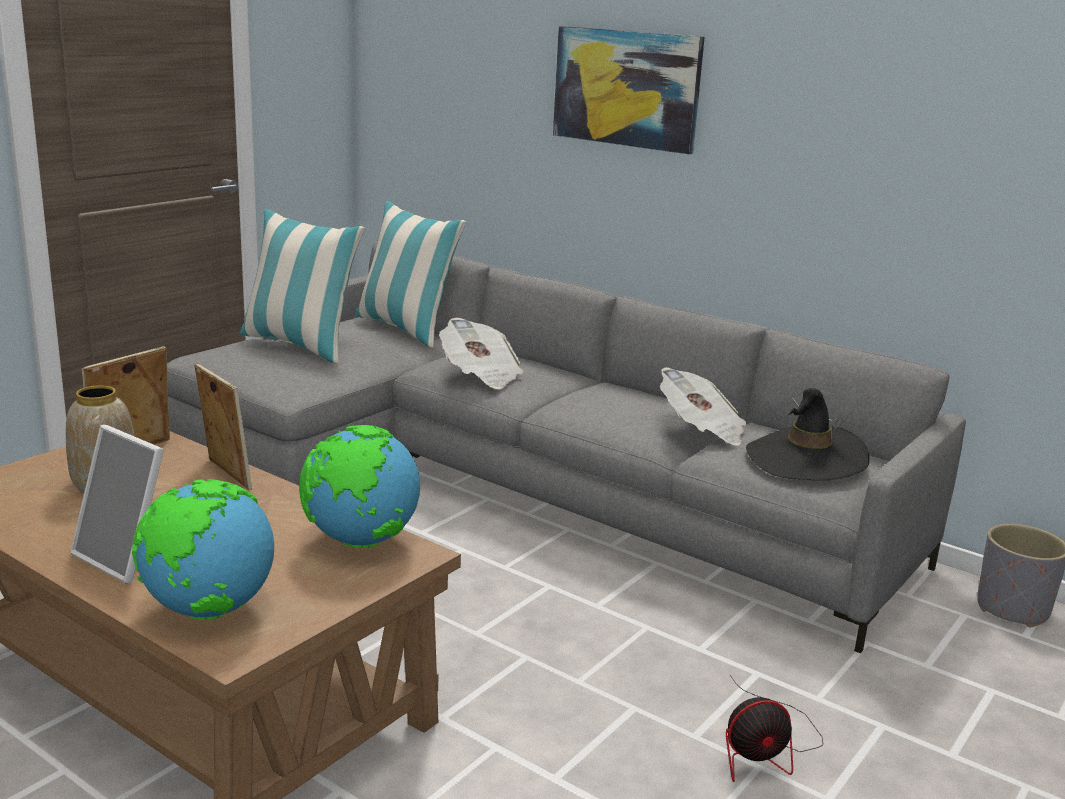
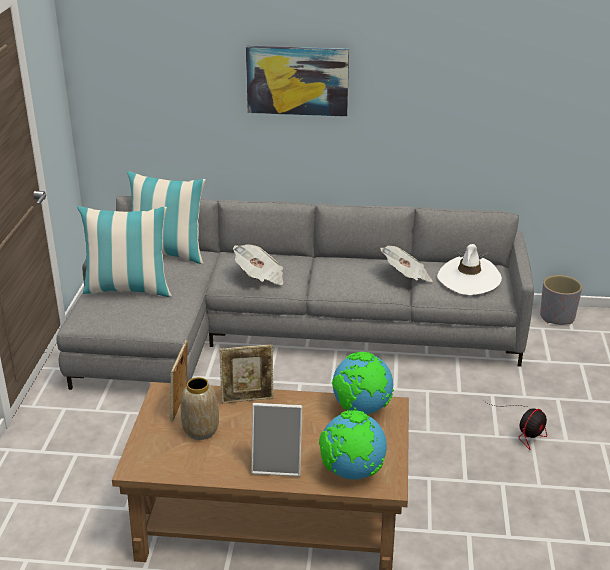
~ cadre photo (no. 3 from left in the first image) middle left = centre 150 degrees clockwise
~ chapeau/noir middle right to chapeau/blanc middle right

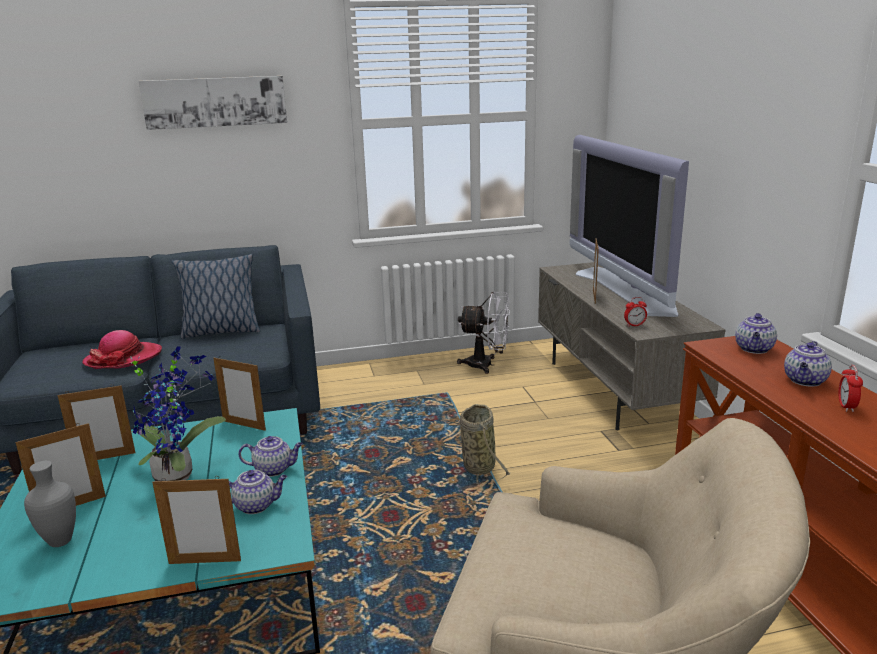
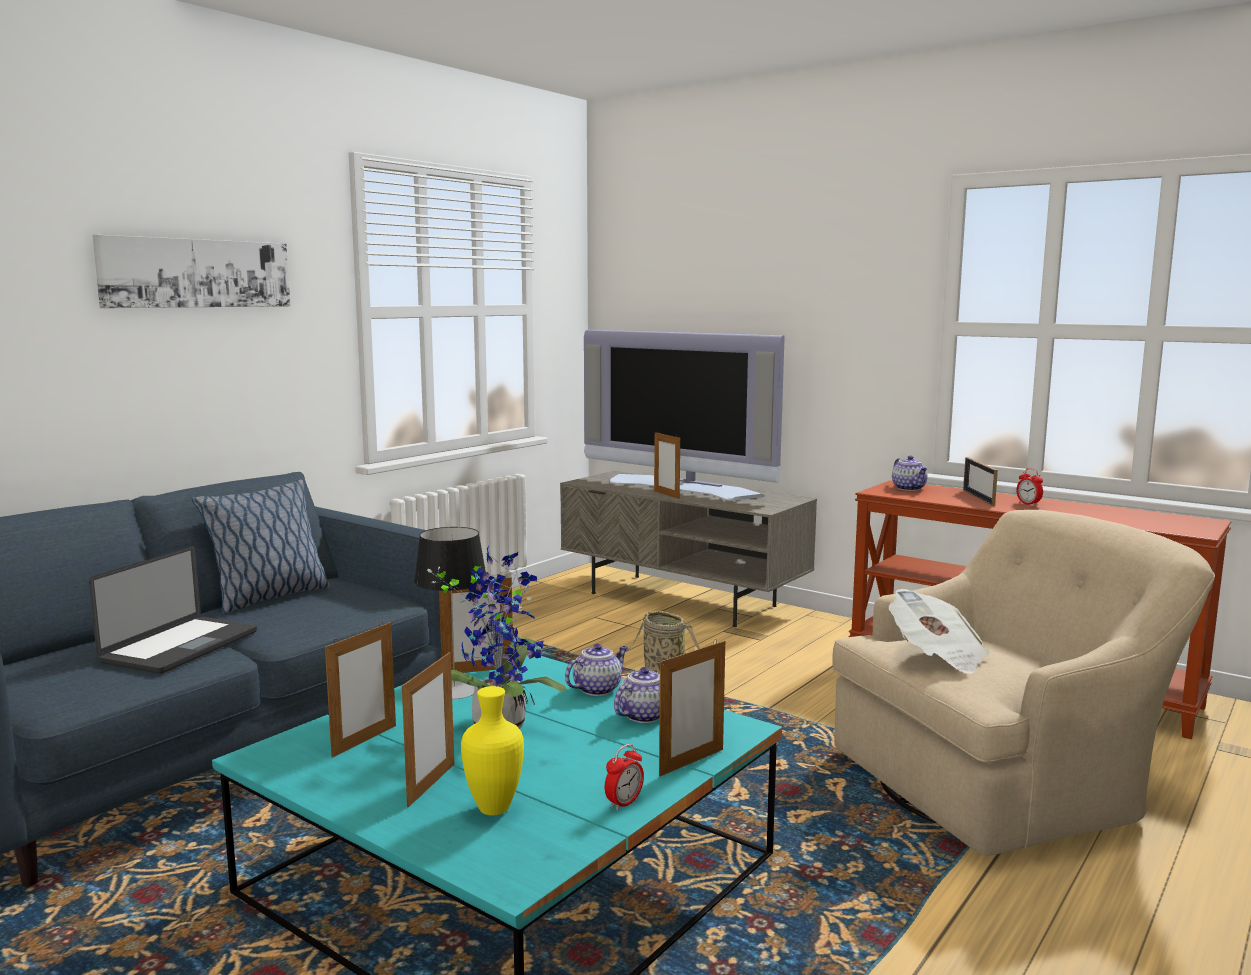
~ chapeau middle left to ordinateur portable middle left
+ lampe de table centre
~ vase/gris bottom left to vase/jaune bottom centre
~ réveil (no. 1 from left) middle right to bottom centre
+ journal middle right
~ théière (no. 4 from left) middle right to cadre photo (no. 6 from left) middle right
- ventilateur/blanc centre

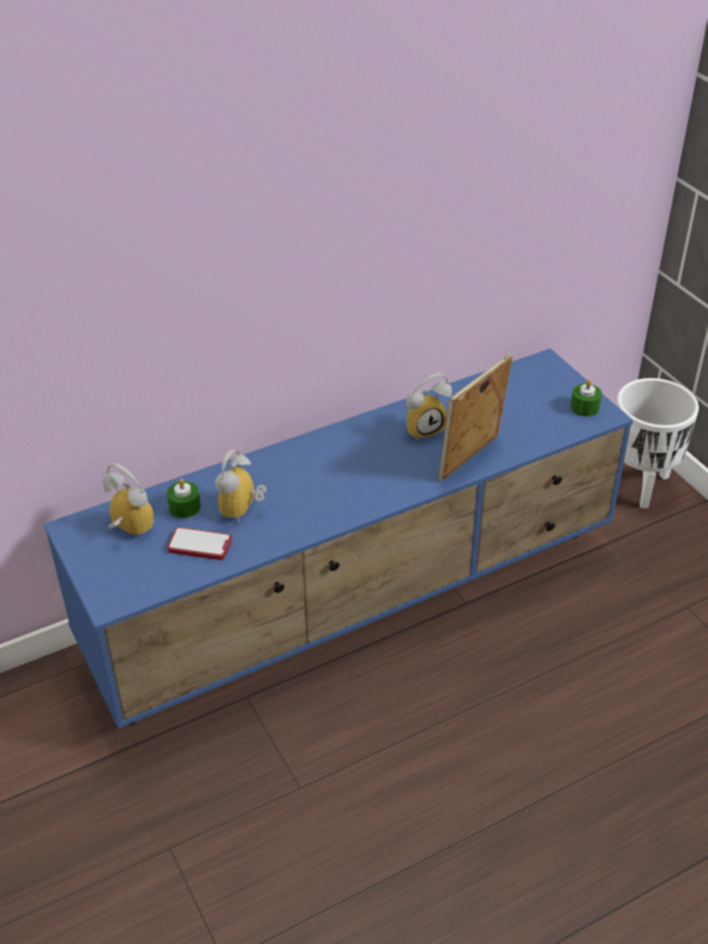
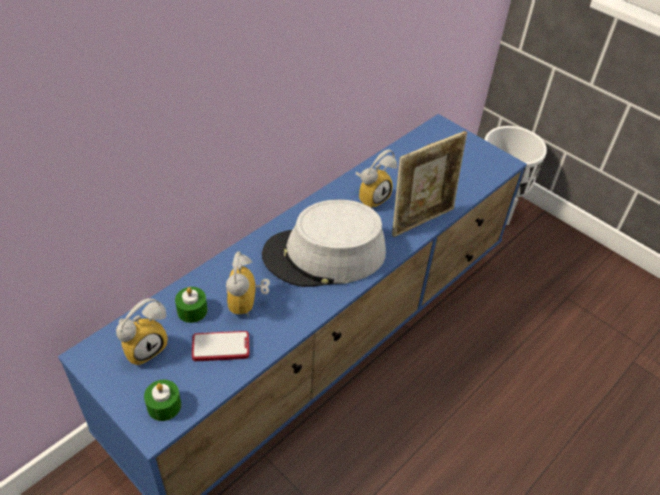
~ réveil (no. 1 from left) middle left = bottom left 120 degrees clockwise
~ bougie/vert (no. 2 from left in the first image) middle right to bougie/vert (no. 1 from left) bottom left
+ chapeau/gris centre
~ cadre photo middle right = centre 150 degrees counterclockwise

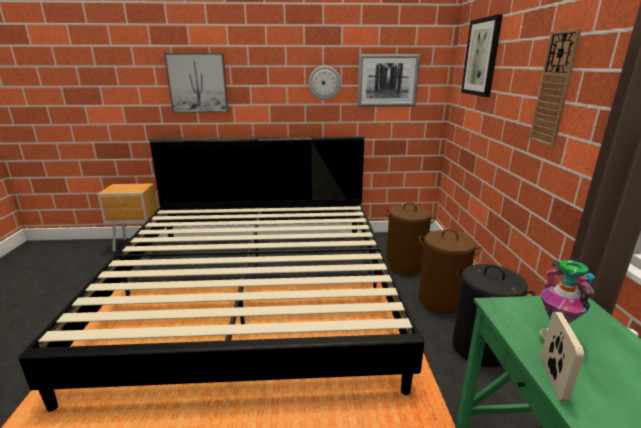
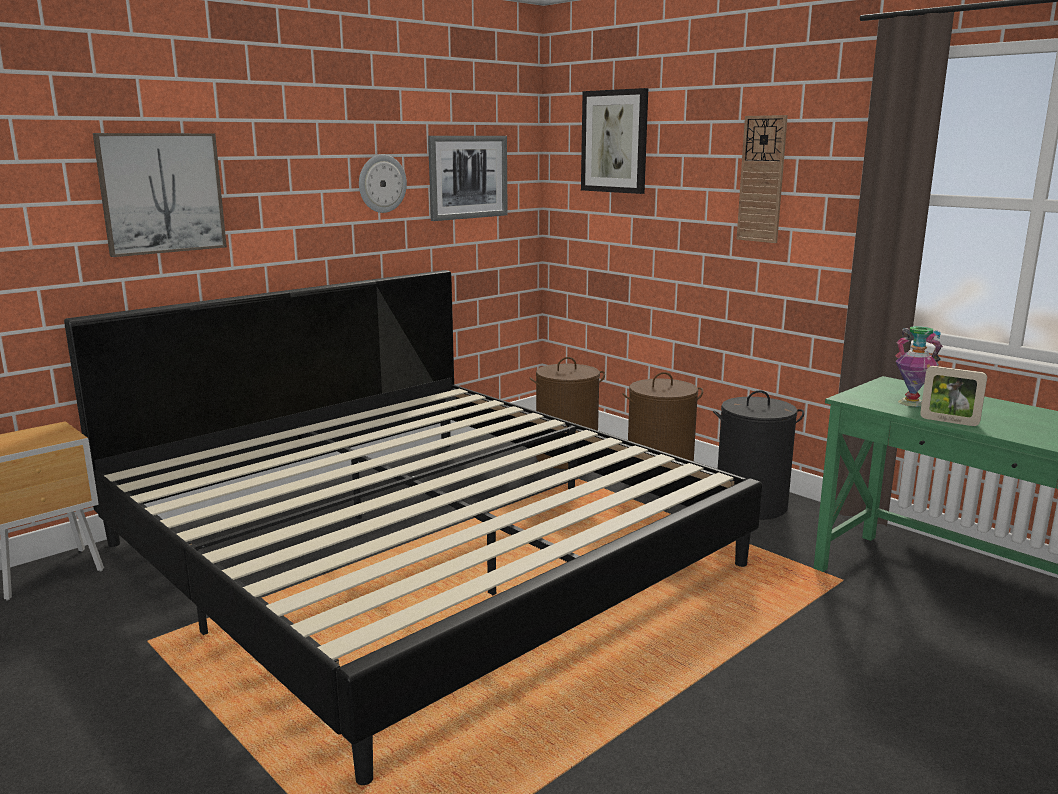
~ cadre photo bottom right = middle right 150 degrees clockwise

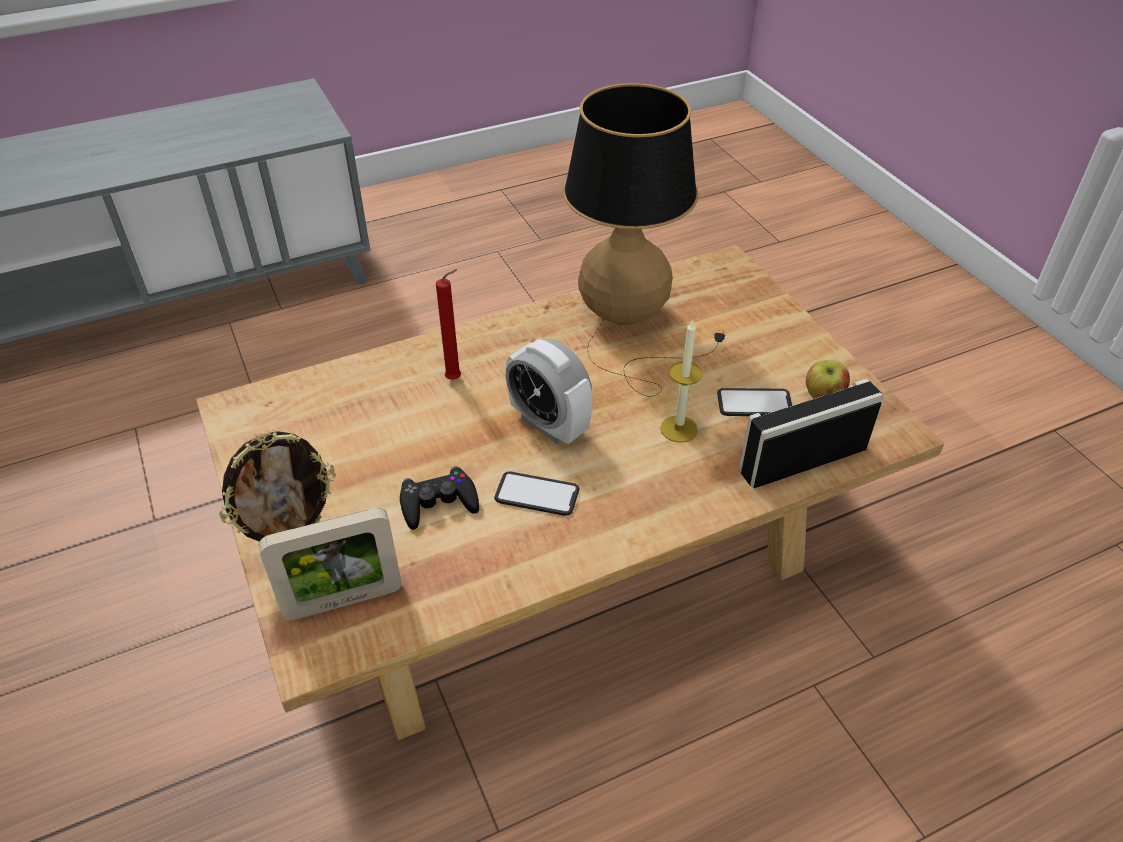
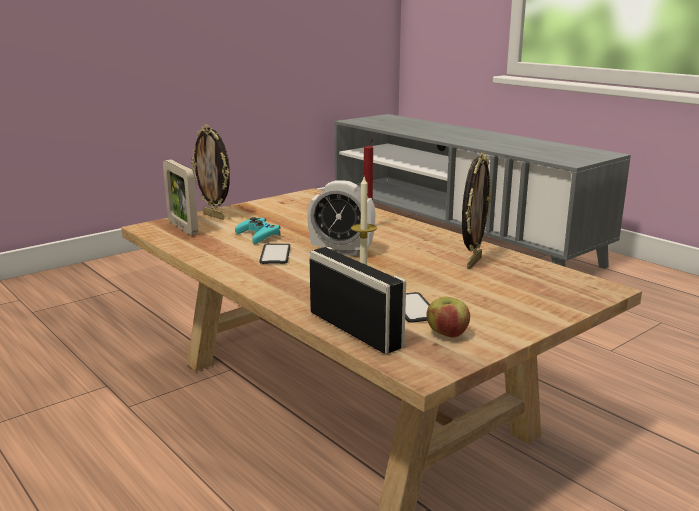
~ manette/noir centre to manette/turquoise centre
~ réveil centre = centre 105 degrees counterclockwise
~ lampe de table top centre to cadre photo (no. 3 from left) middle right

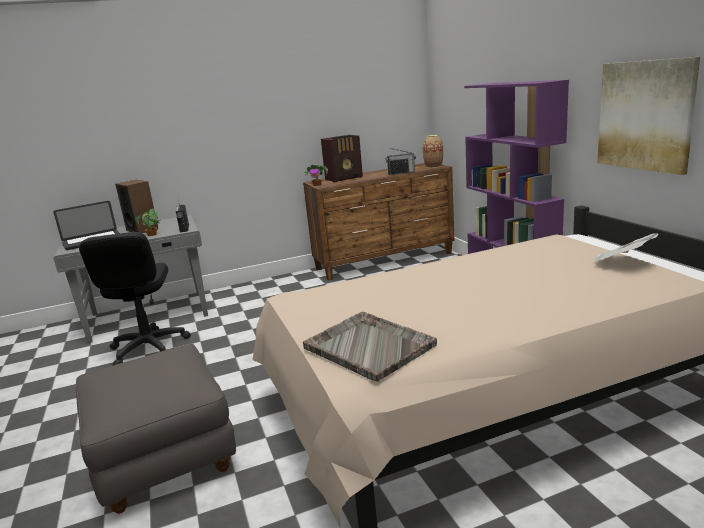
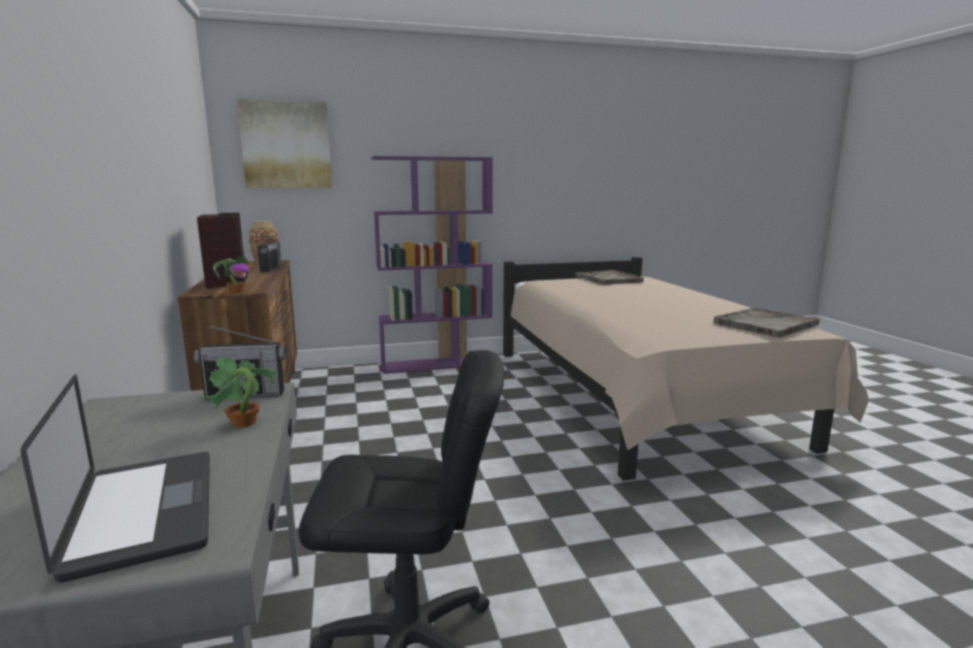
~ tableau top right to top left
~ journal middle right to plateau/gris (no. 1 from left) centre
- pouf/gris bottom left
- enceinte middle left

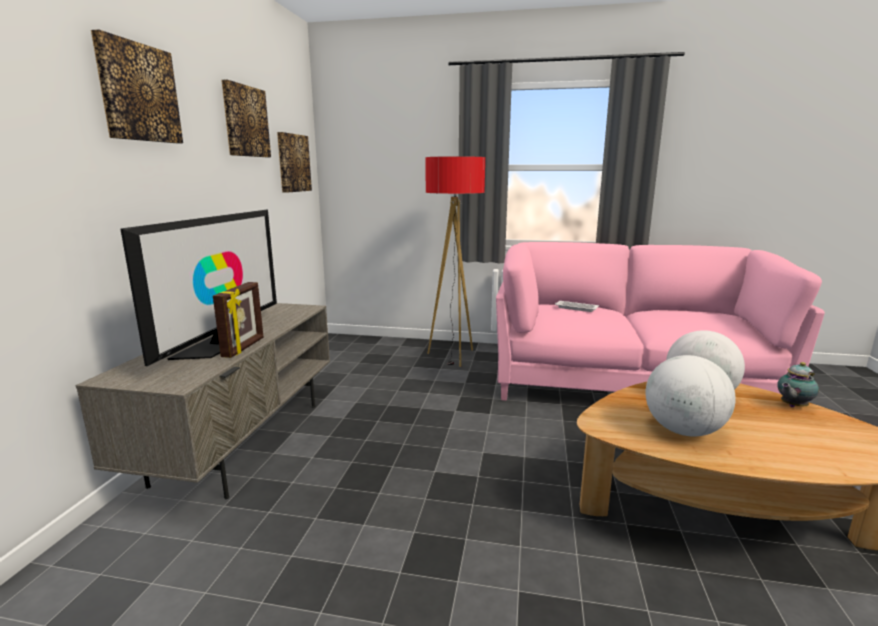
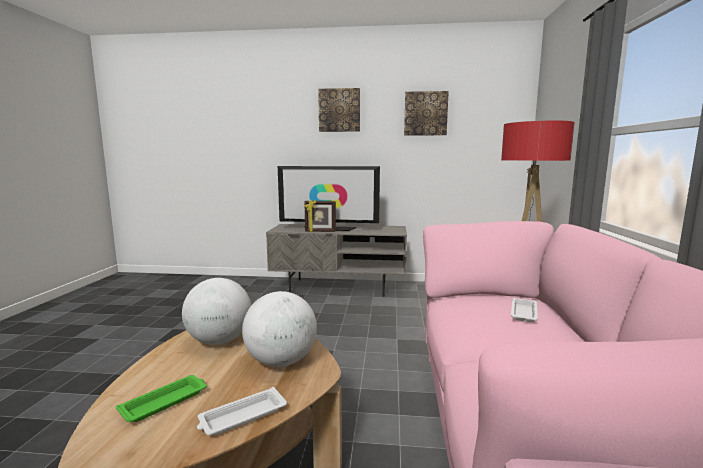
+ plateau/vert bottom left
~ théière middle right to plateau/blanc (no. 1 from left) bottom centre
- tableau (no. 3 from left) top centre

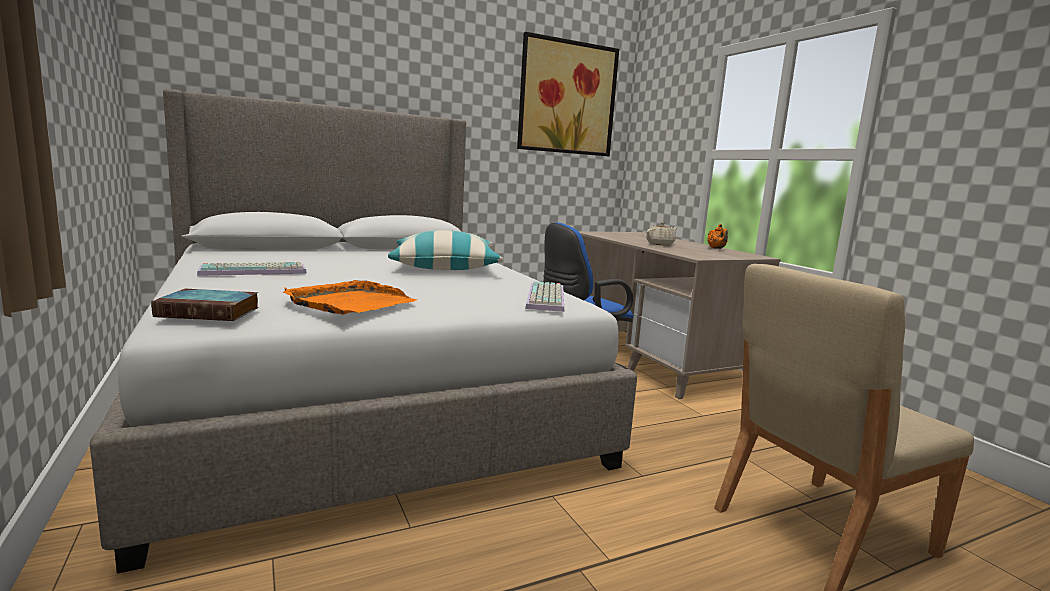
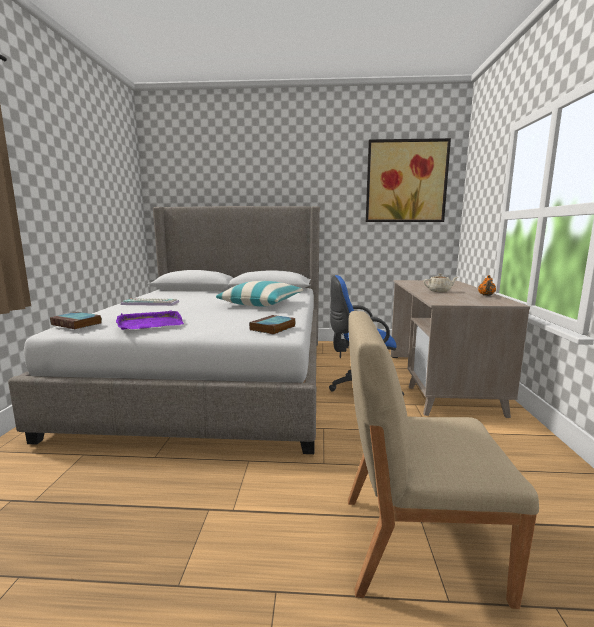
~ plateau/orange centre to plateau/violet middle left
~ clavier (no. 2 from left) centre to livre (no. 2 from left) centre

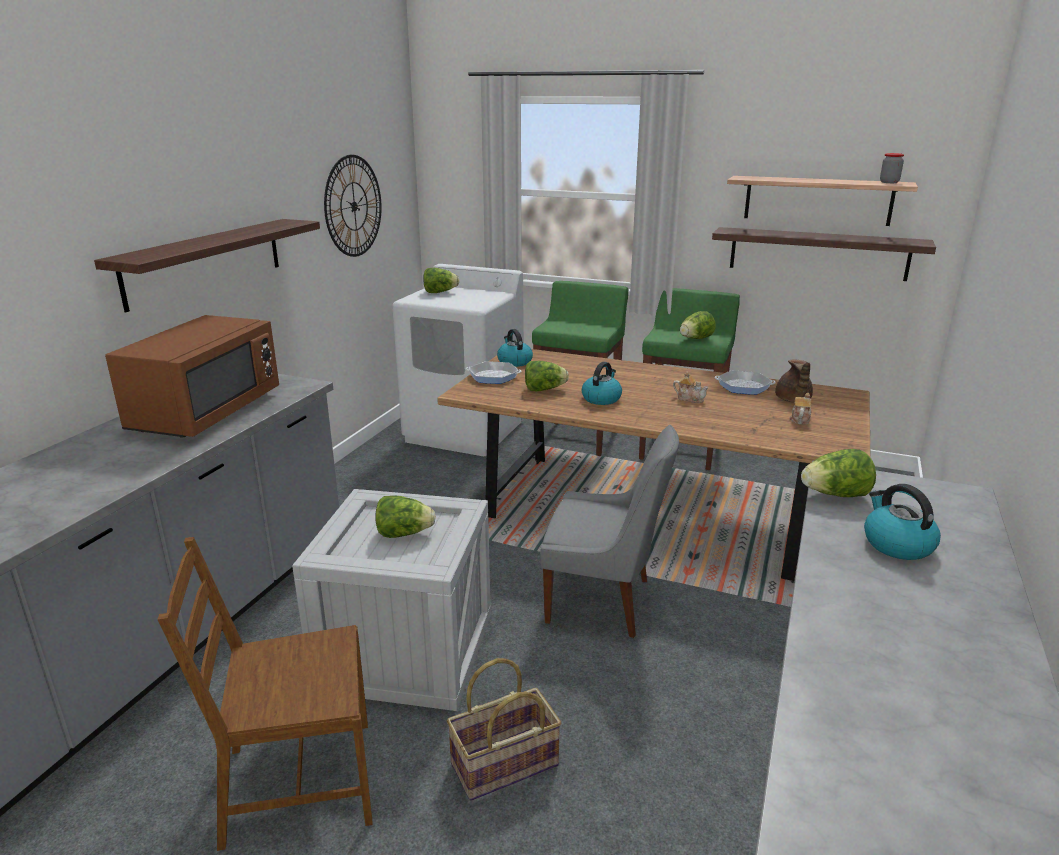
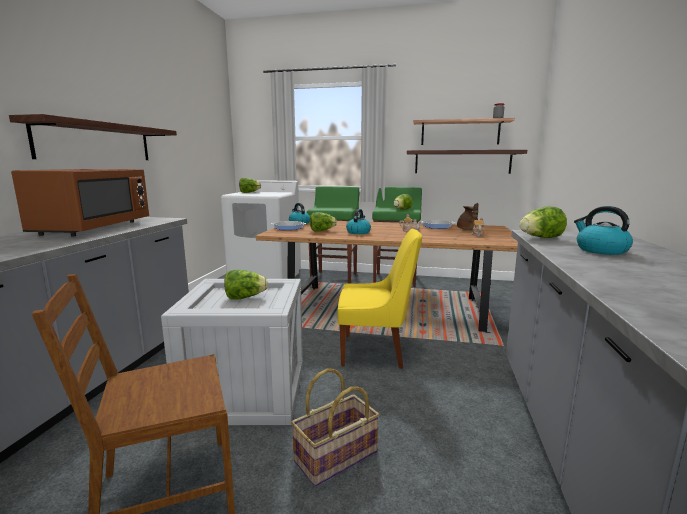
~ chaise/gris centre to chaise/jaune centre
- horloge murale top centre

